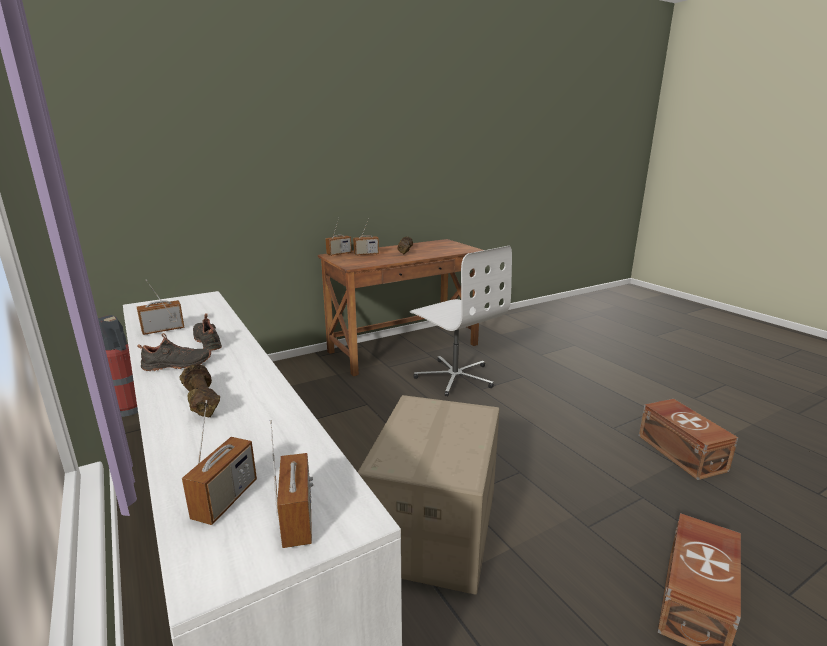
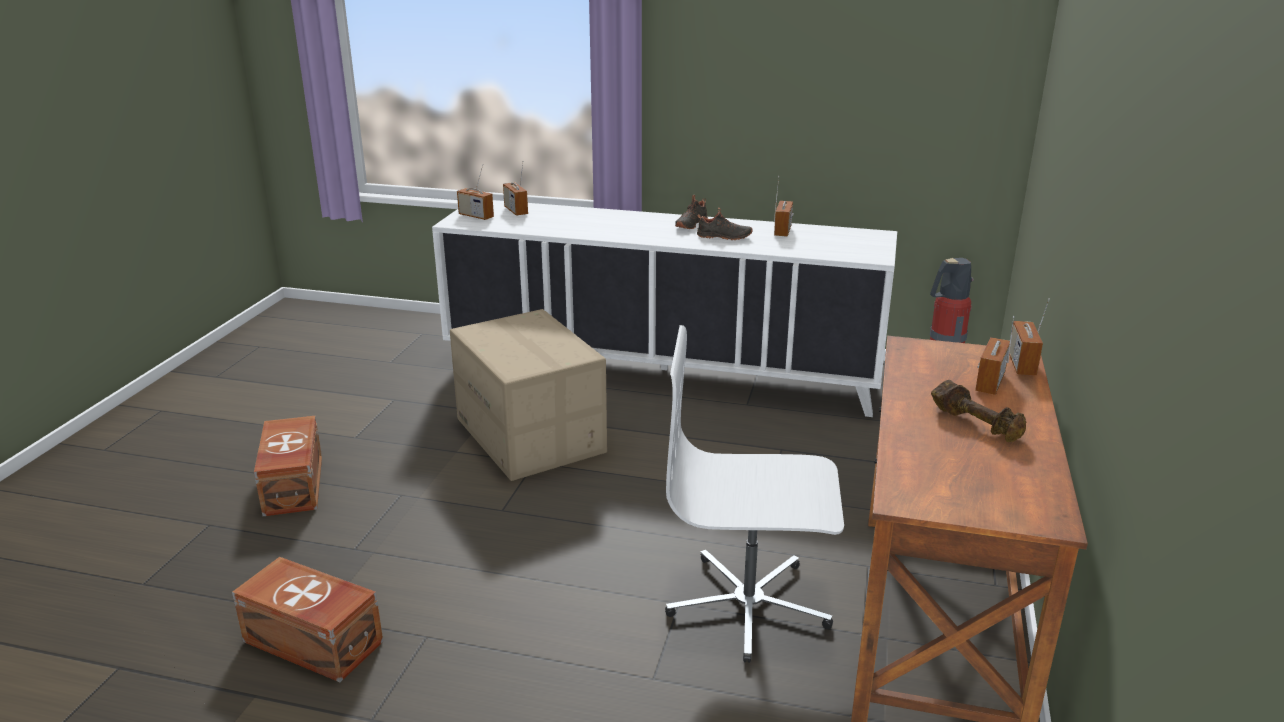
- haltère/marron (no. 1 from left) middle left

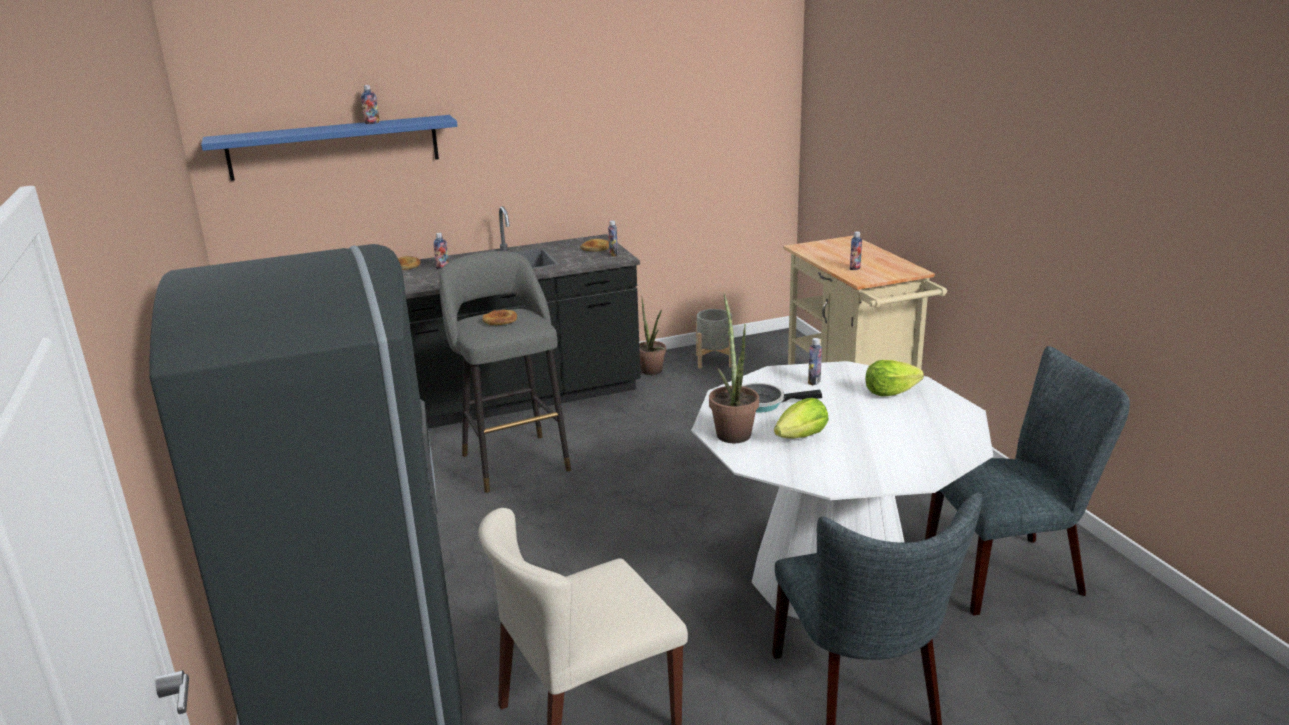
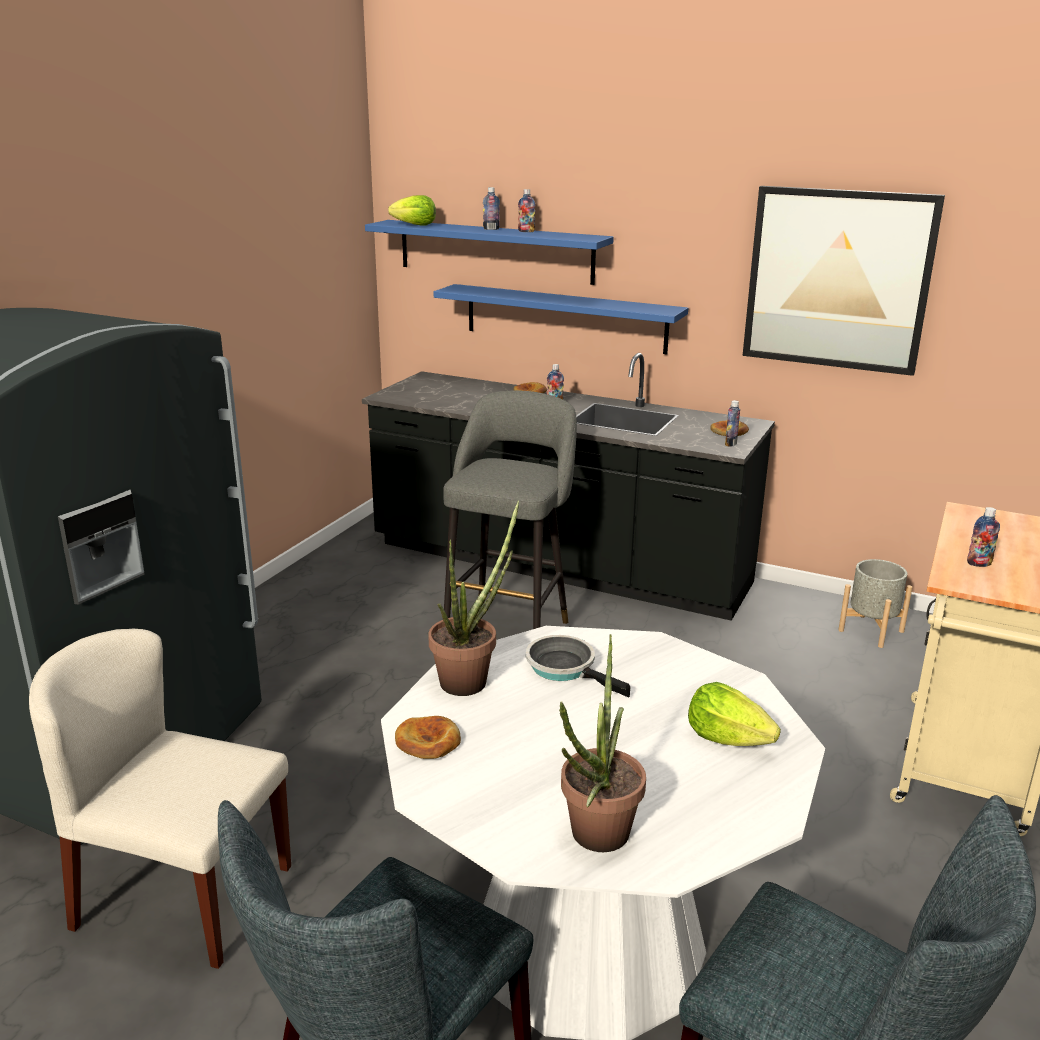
~ laitue (no. 1 from left) centre to top centre
~ pain (no. 2 from left in the first image) centre to pain (no. 1 from left) bottom centre
+ étagère/bleu (no. 2 from left) top centre
~ bouteille (no. 4 from left in the first image) centre to bouteille (no. 1 from left) top centre
~ plante en pot (no. 1 from left in the first image) centre to plante en pot (no. 2 from left) bottom centre
+ tableau top right

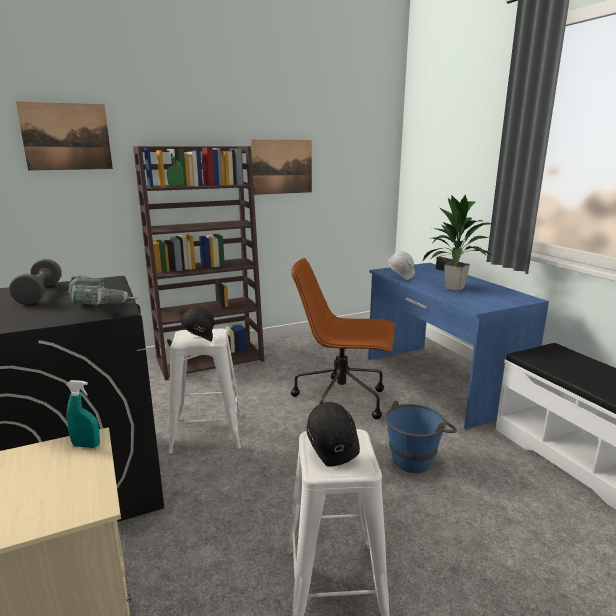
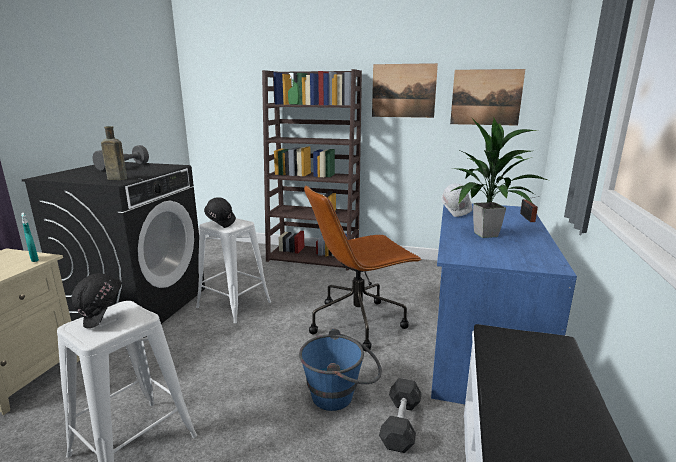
~ perceuse middle left to bouteille/marron top left
~ chaise de bureau/marron centre = centre 75 degrees counterclockwise
+ haltère/gris (no. 2 from left) bottom centre
~ tableau (no. 1 from left in the first image) top left to tableau (no. 2 from left) top right

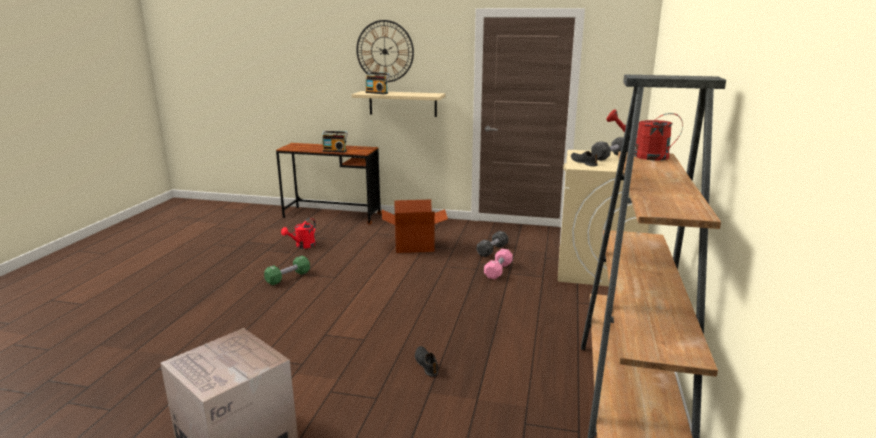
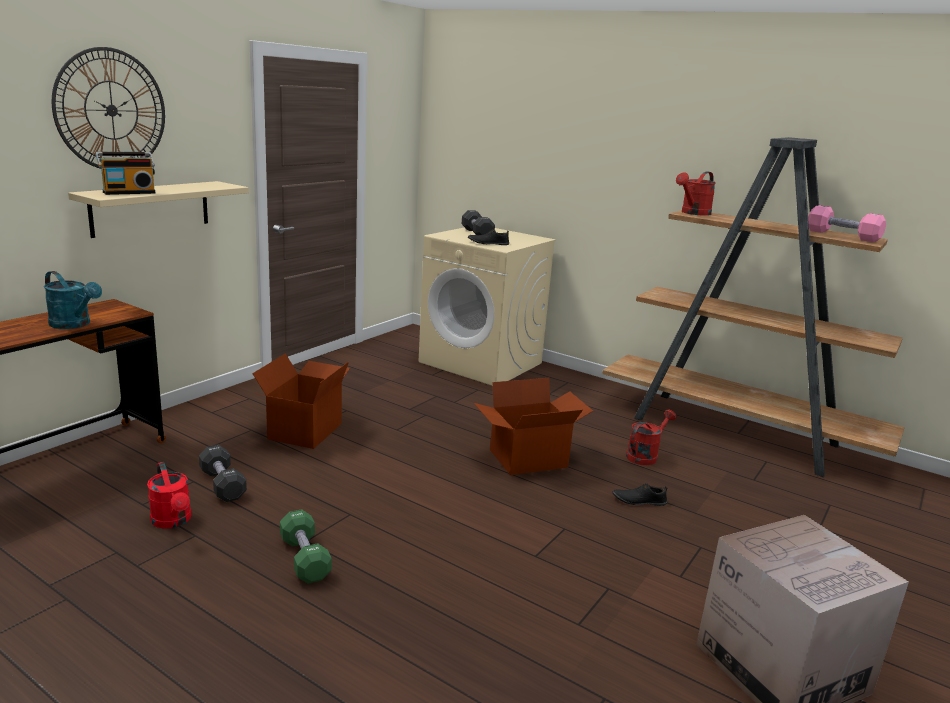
~ radio (no. 1 from left) top centre to arrosoir/turquoise middle left
~ haltère/noir (no. 1 from left) centre to bottom left
+ carton (no. 2 from left) centre
+ arrosoir/rouge (no. 2 from left) middle right
~ haltère/rose centre to top right

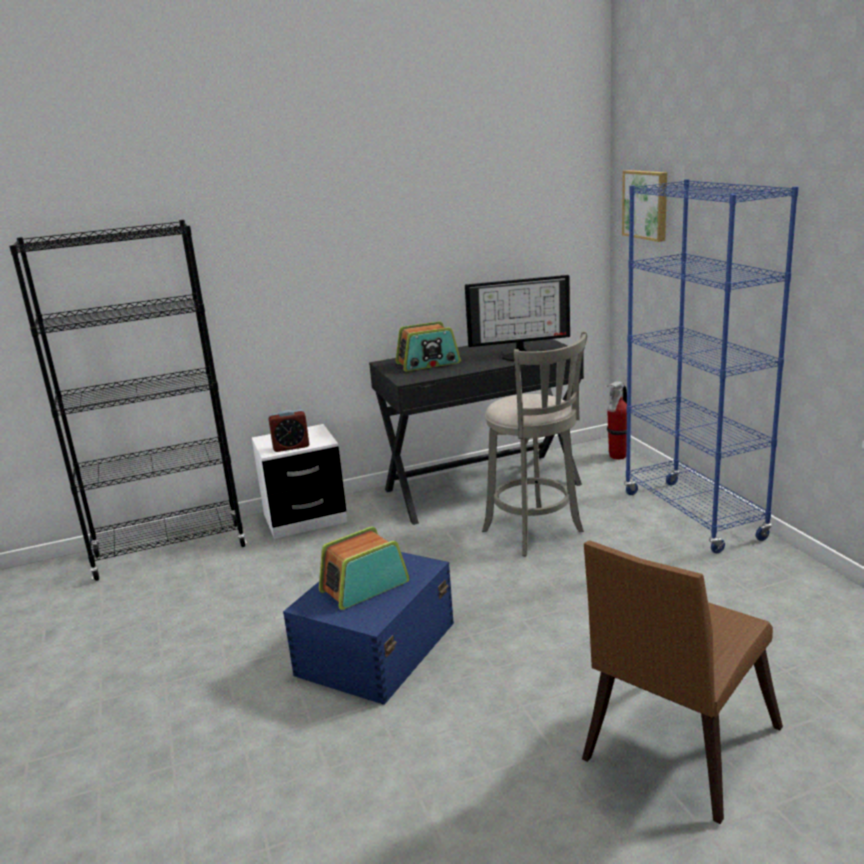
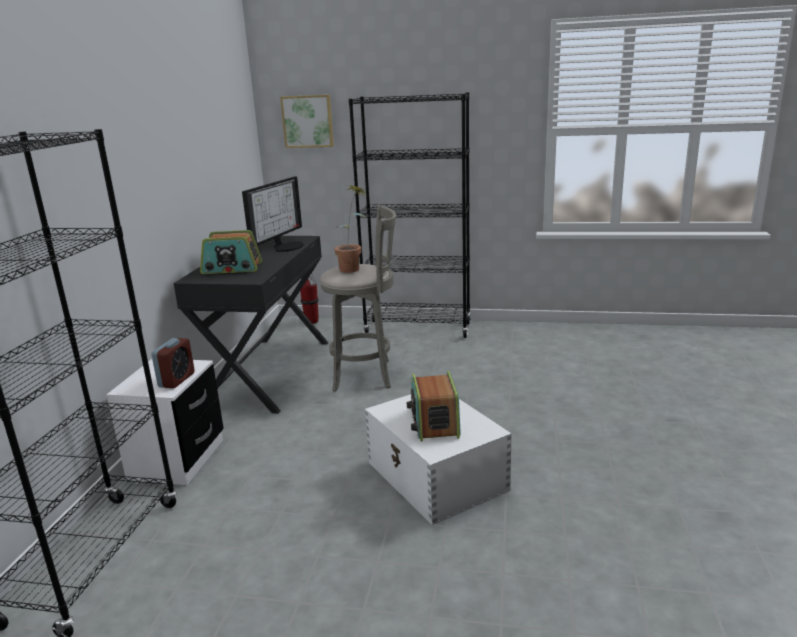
~ radio (no. 2 from left in the first image) centre = middle left 75 degrees clockwise
+ plante en pot centre
~ bibliothèque/bleu middle right to bibliothèque/noir (no. 2 from left) centre
~ boîte de rangement/bleu bottom centre to boîte de rangement/blanc bottom centre
- chaise/marron bottom right

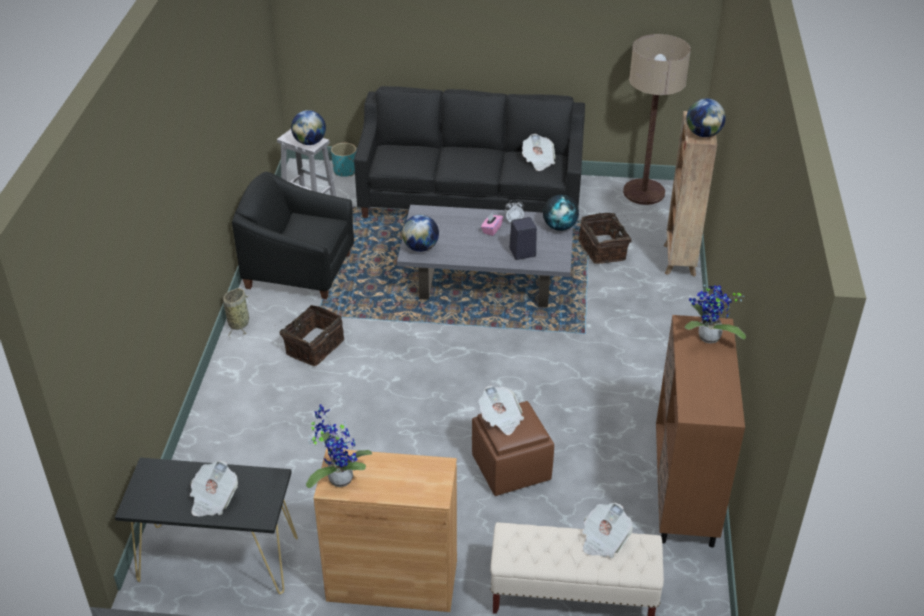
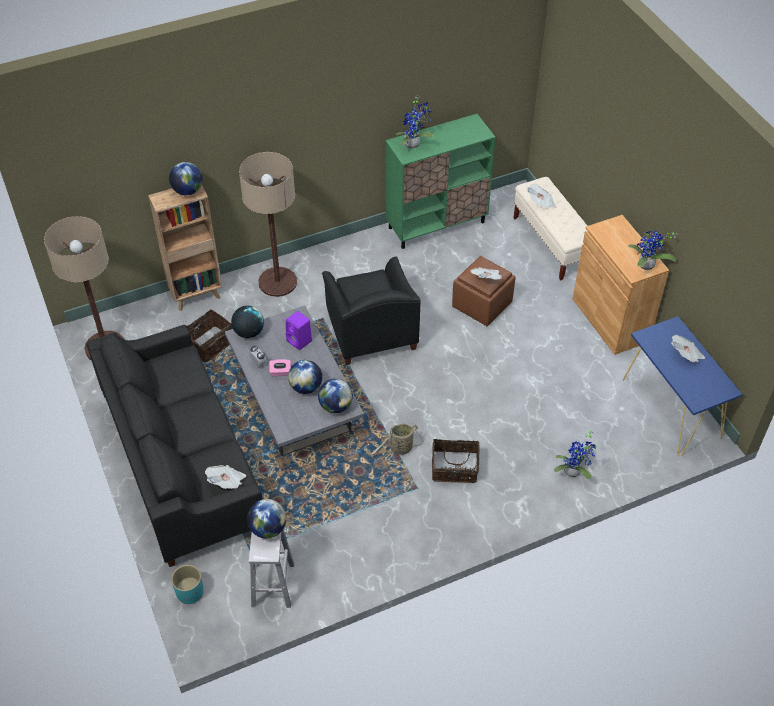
~ journal (no. 3 from left in the first image) top centre to journal (no. 1 from left) bottom left
+ lampadaire (no. 2 from left) top centre
~ enceinte/noir centre to enceinte/violet centre
+ globe (no. 4 from left) centre
~ fauteuil/noir middle left to centre
~ panier (no. 1 from left in the first image) middle left to panier (no. 2 from left) centre
~ meuble de rangement/marron (no. 2 from left) bottom right to meuble de rangement/vert top centre
+ plante en pot (no. 2 from left) middle right
~ table console/noir bottom left to table console/bleu middle right

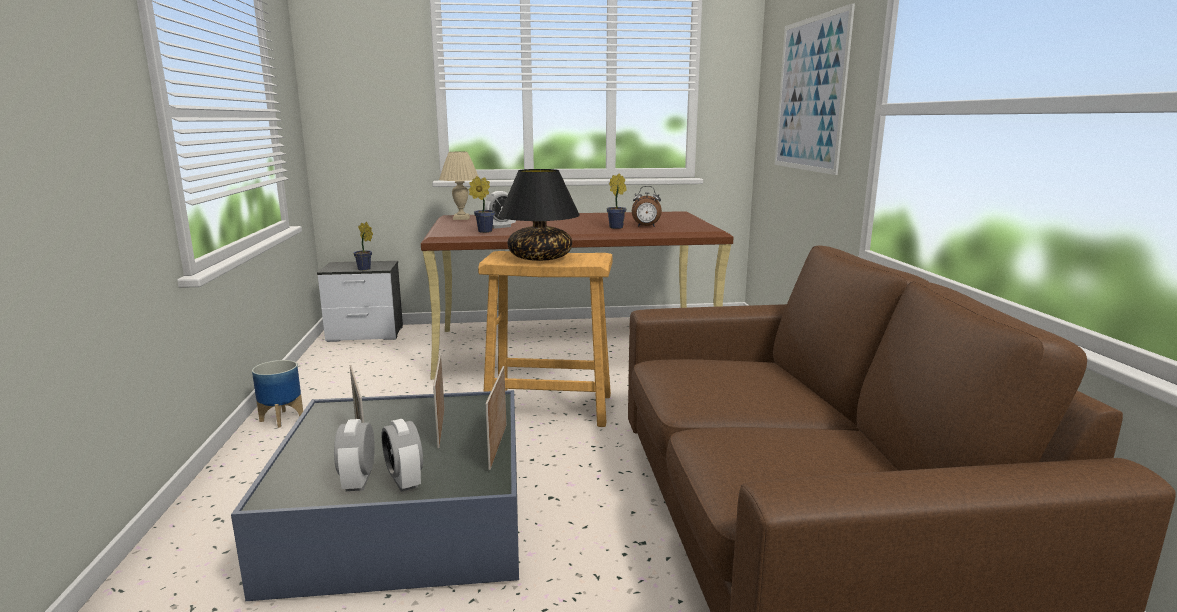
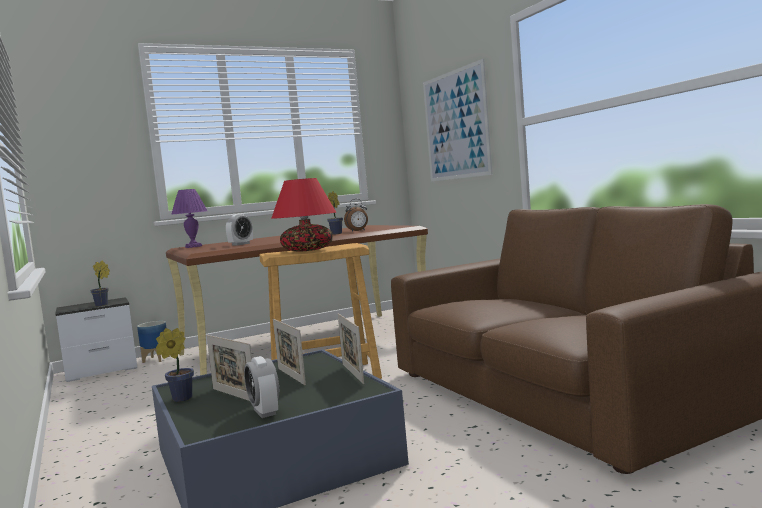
~ cache-pot middle left to bottom left
~ plante en pot (no. 2 from left) centre to bottom left
~ lampe de table/beige top centre to lampe de table/violet middle left
~ lampe de table/noir centre to lampe de table/rouge centre
- réveil (no. 2 from left) bottom centre

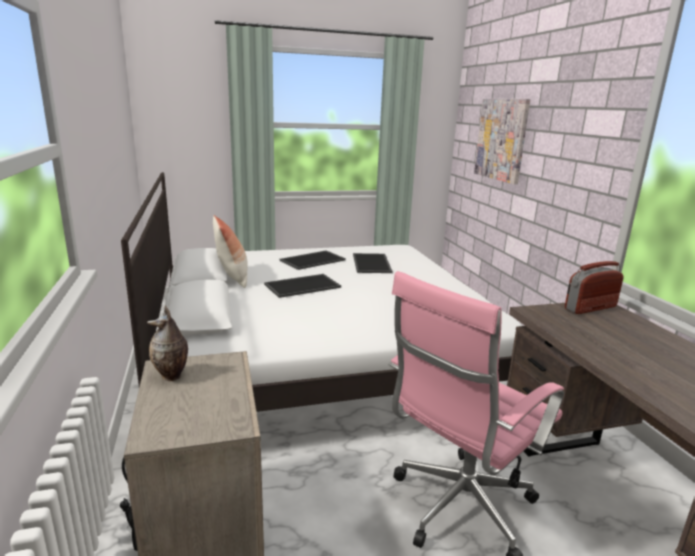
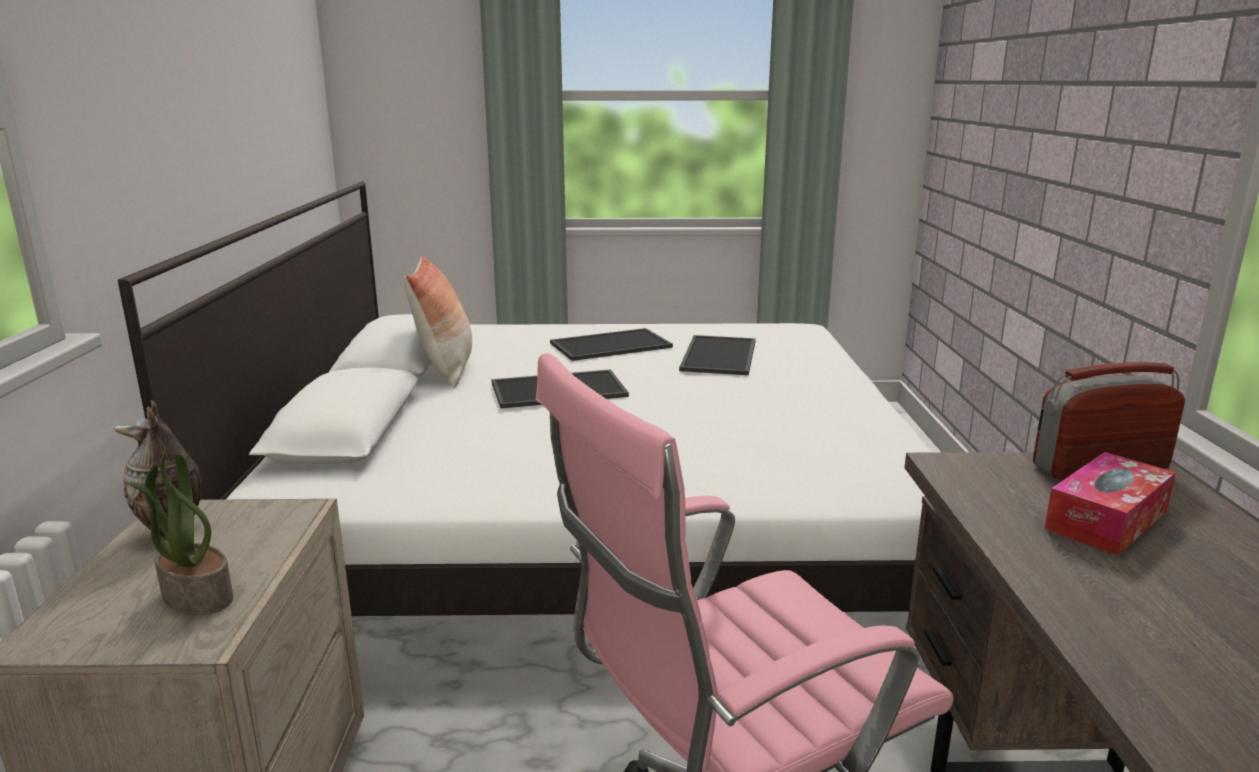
+ plante en pot bottom left
+ boîte à mouchoirs middle right
- tableau top right

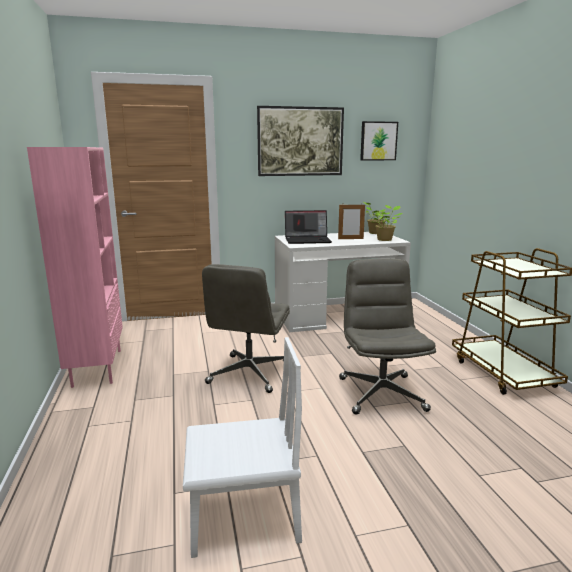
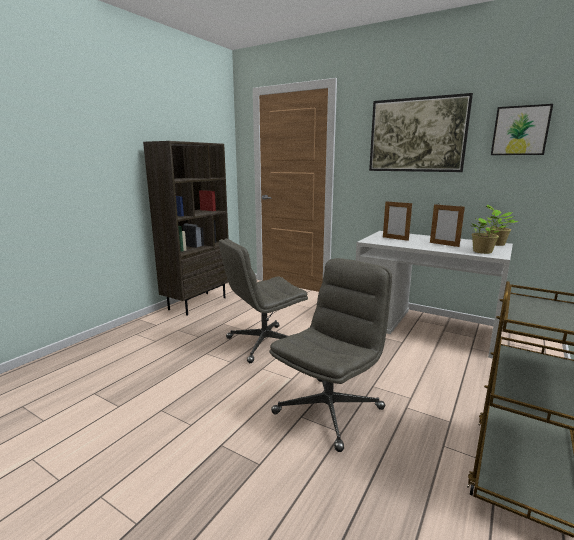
~ bibliothèque/rose middle left to bibliothèque/marron middle left
~ ordinateur portable centre to cadre photo (no. 1 from left) middle right
- chaise/blanc bottom centre

